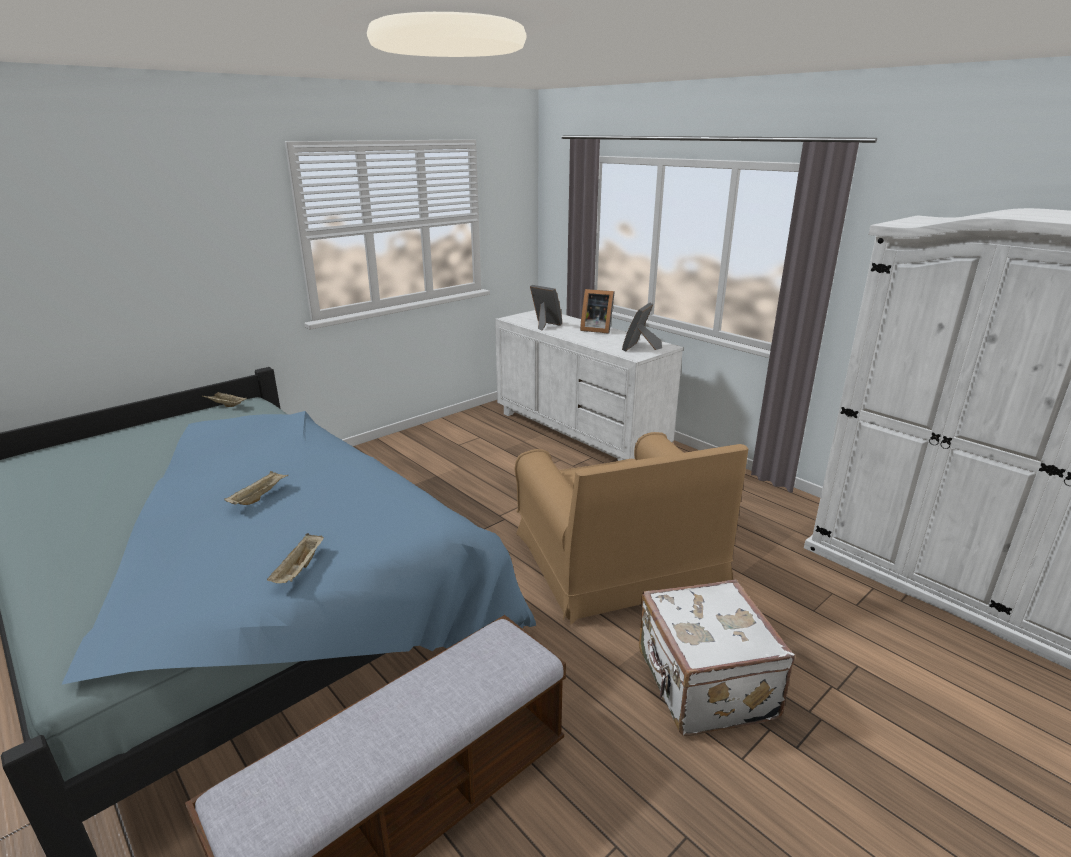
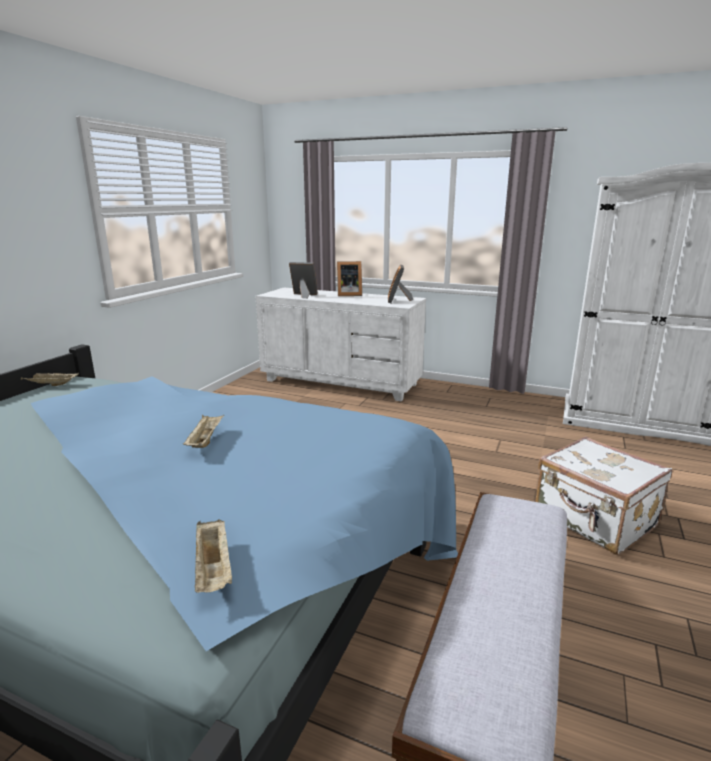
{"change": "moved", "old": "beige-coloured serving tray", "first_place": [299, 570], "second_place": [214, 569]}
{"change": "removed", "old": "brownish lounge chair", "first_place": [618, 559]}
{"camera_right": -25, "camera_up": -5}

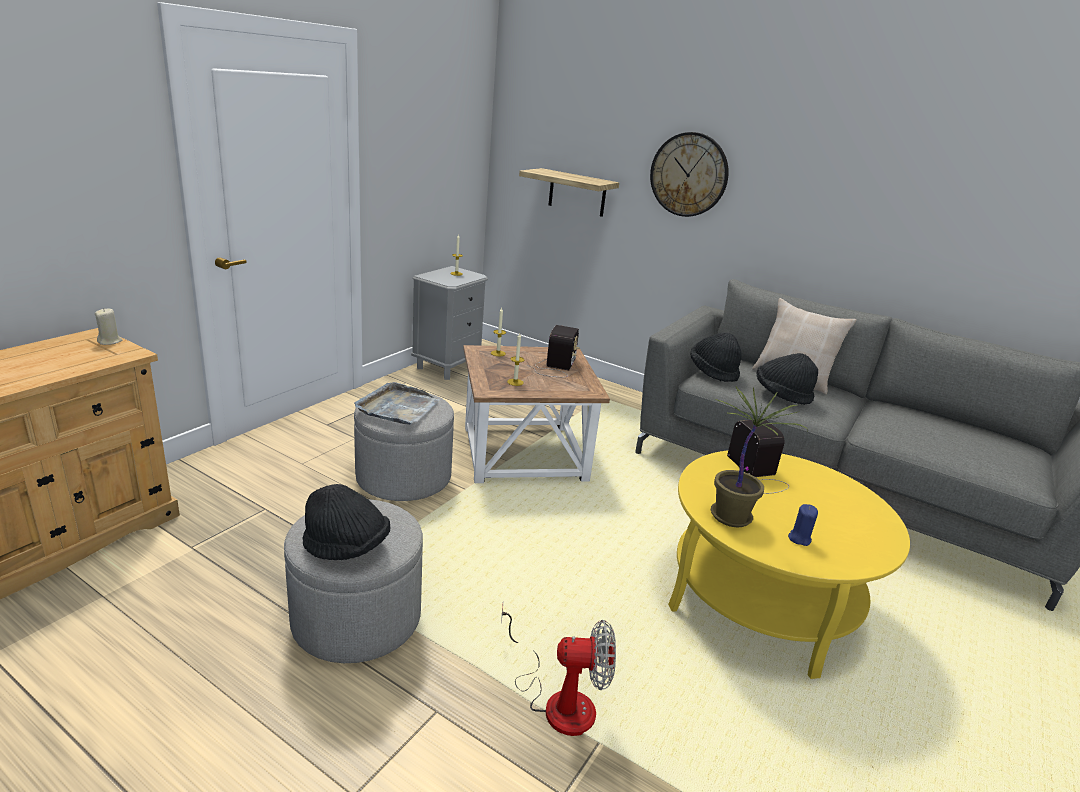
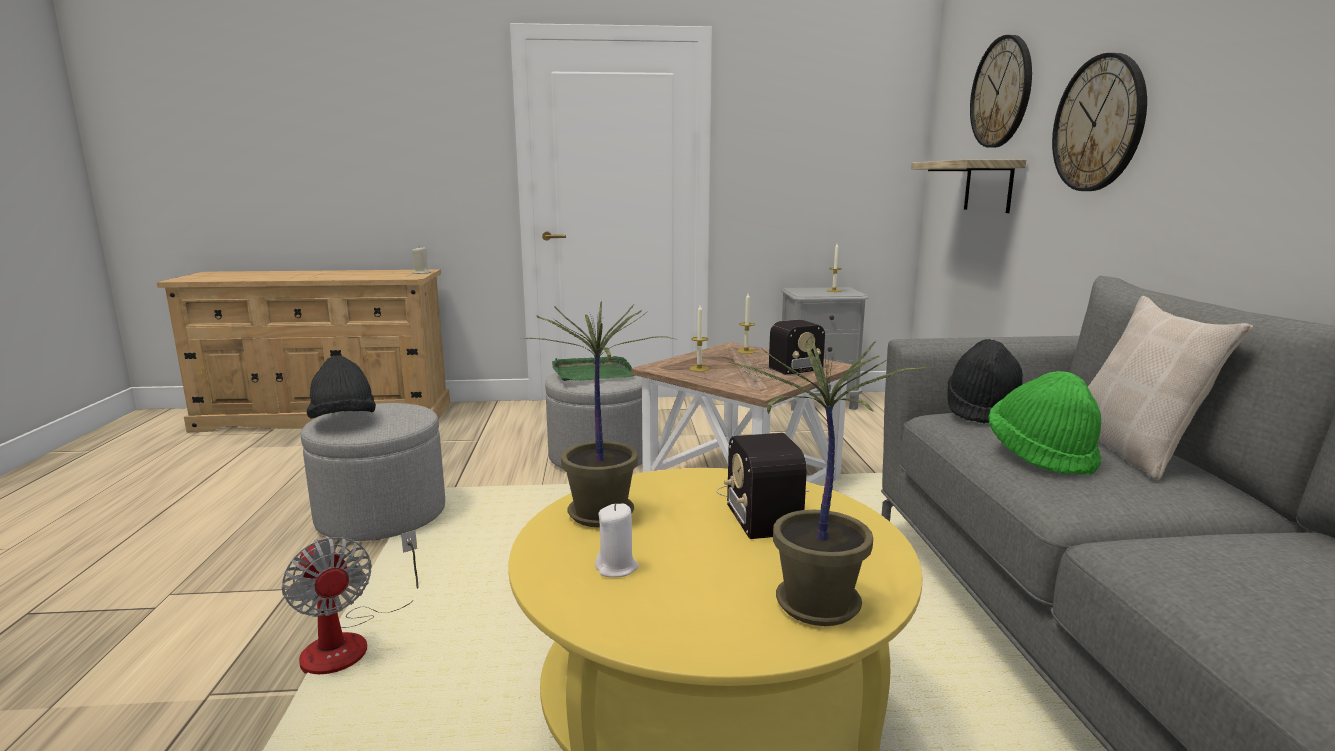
{"change": "recoloured", "old": "gray serving tray", "new": "green serving tray", "first_place": [398, 407], "second_place": [591, 373]}
{"change": "recoloured", "old": "bluish wax candle", "new": "white wax candle", "first_place": [799, 538], "second_place": [617, 568]}
{"change": "turned", "old": "radio set", "first_place": [757, 474], "second_place": [760, 506], "degrees": 135}
{"change": "added", "new": "houseplant", "second_place": [817, 607]}
{"change": "added", "new": "hanging clock", "second_place": [1001, 92]}
{"change": "recoloured", "old": "blackish hat", "new": "green hat", "first_place": [781, 395], "second_place": [1041, 455]}
{"camera_right": 55, "camera_up": -10}

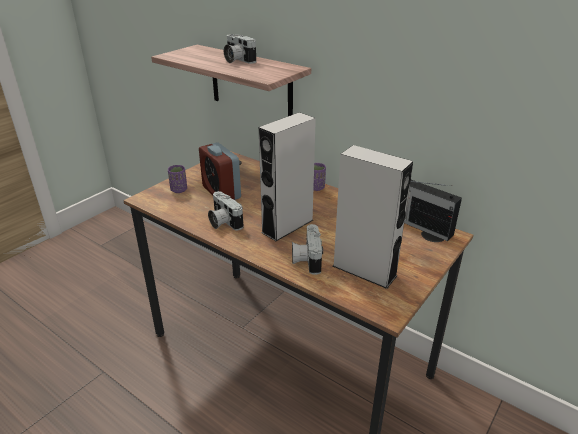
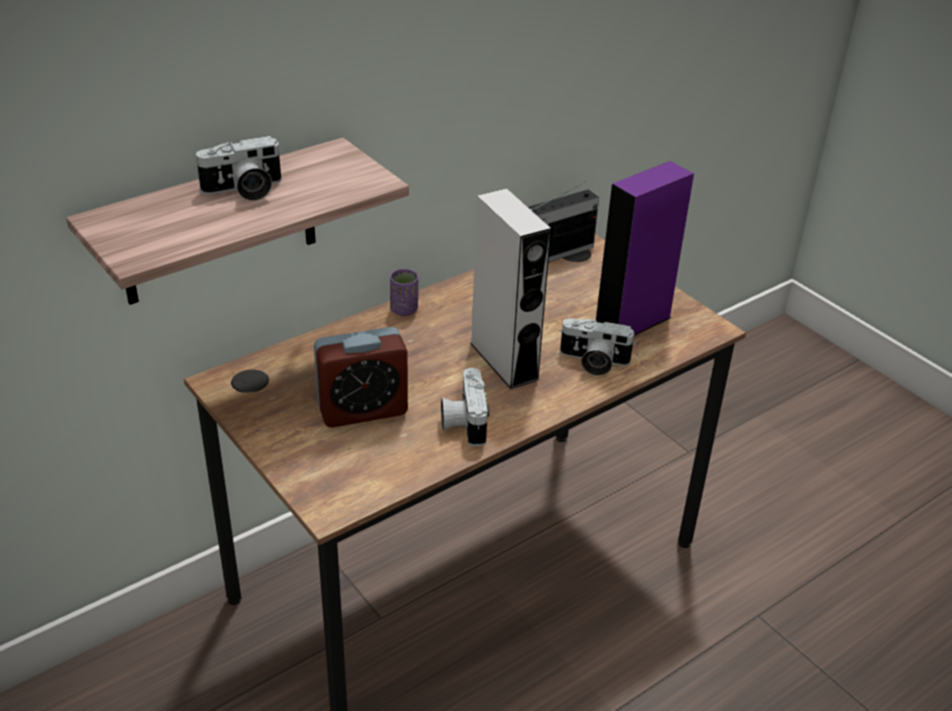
{"change": "turned", "old": "photo camera", "first_place": [223, 222], "second_place": [463, 422], "degrees": 105}
{"change": "recoloured", "old": "gray audio speaker", "new": "purple-coloured audio speaker", "first_place": [364, 270], "second_place": [632, 323]}
{"change": "removed", "old": "purple-coloured small cup", "first_place": [179, 190]}
{"camera_right": -75, "camera_up": 5}

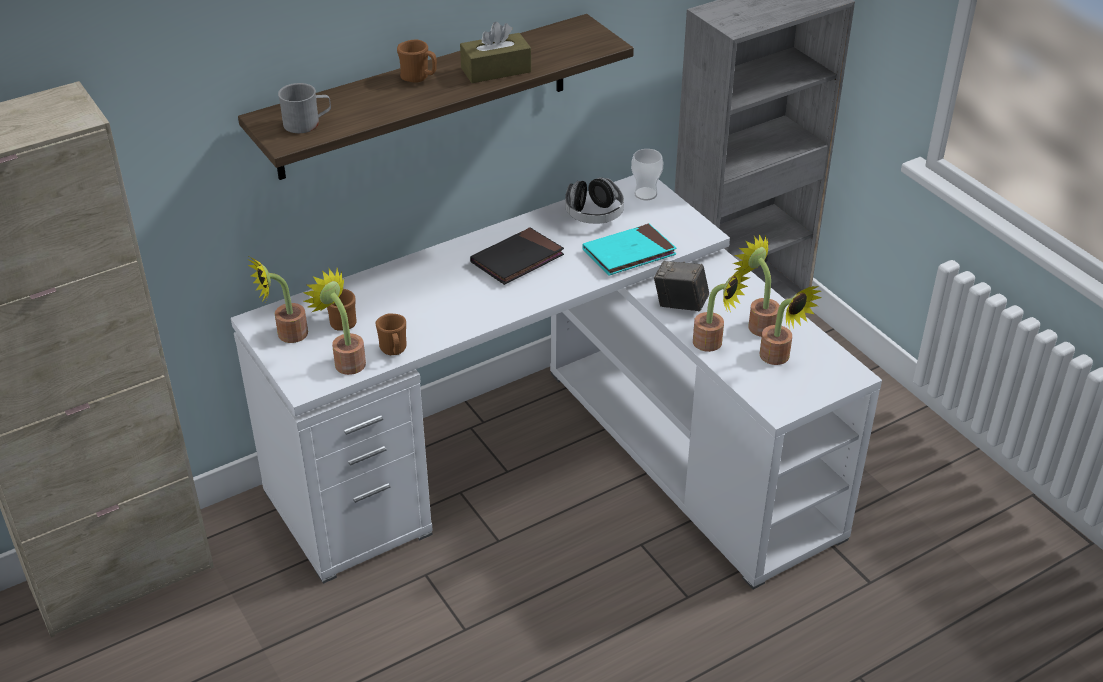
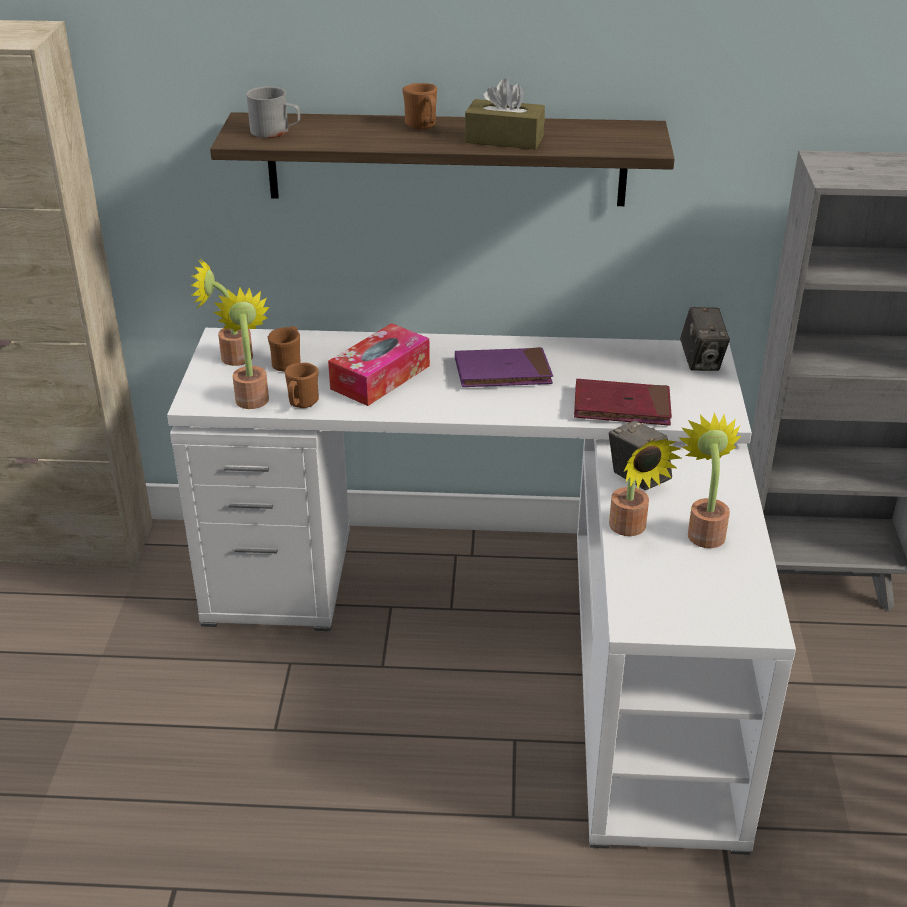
{"change": "added", "new": "tissue holder", "second_place": [380, 377]}
{"change": "recoloured", "old": "blackish book", "new": "purple-coloured book", "first_place": [517, 260], "second_place": [503, 372]}
{"change": "recoloured", "old": "turquoise book", "new": "reddish book", "first_place": [629, 253], "second_place": [621, 407]}
{"change": "replaced", "old": "small cup", "new": "photo camera", "first_place": [645, 194], "second_place": [701, 361]}
{"change": "removed", "old": "pair of headphones", "first_place": [594, 215]}
{"change": "removed", "old": "houseplant", "first_place": [779, 358]}
{"camera_right": 35, "camera_up": -5}

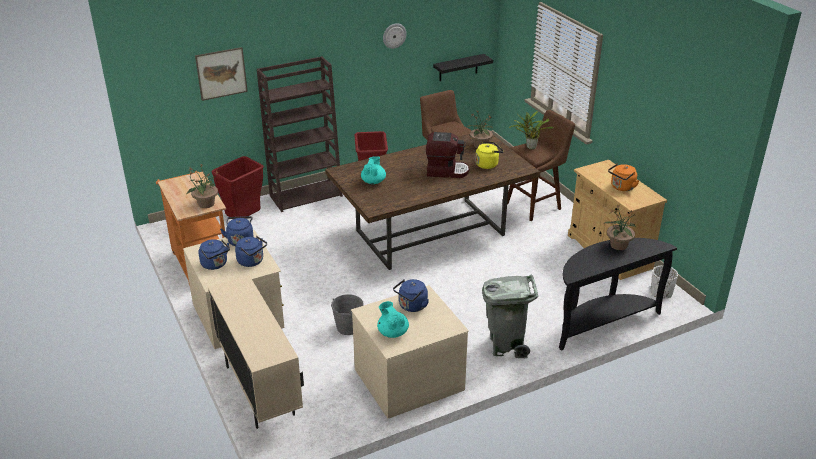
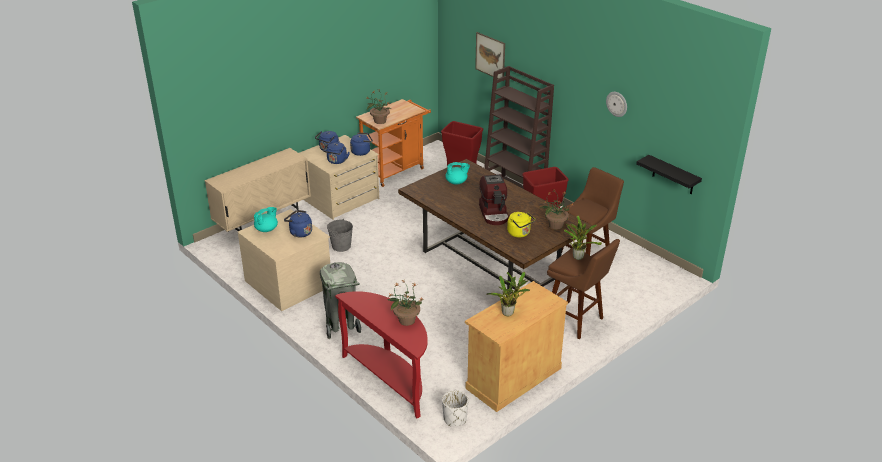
{"change": "recoloured", "old": "blackish hall table", "new": "reddish hall table", "first_place": [601, 322], "second_place": [391, 379]}
{"change": "replaced", "old": "orangey water kettle", "new": "houseplant", "first_place": [621, 187], "second_place": [509, 313]}
{"camera_right": 75, "camera_up": 0}

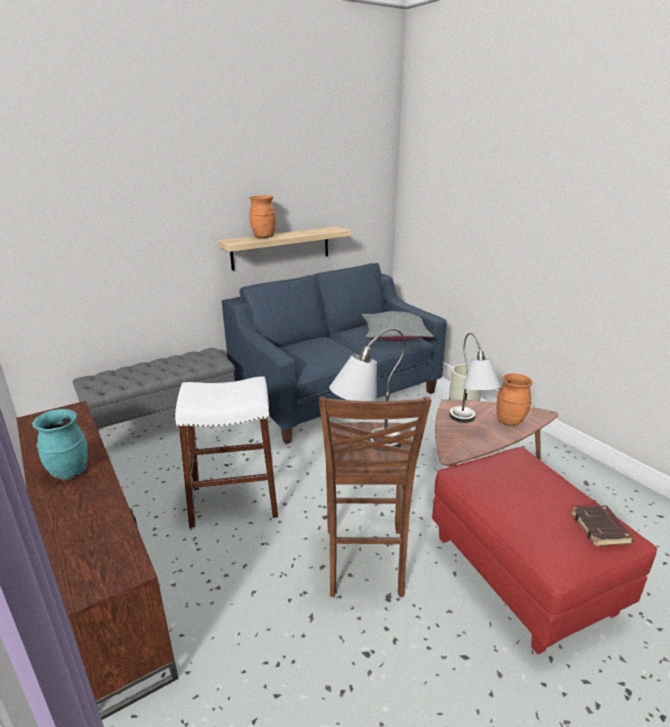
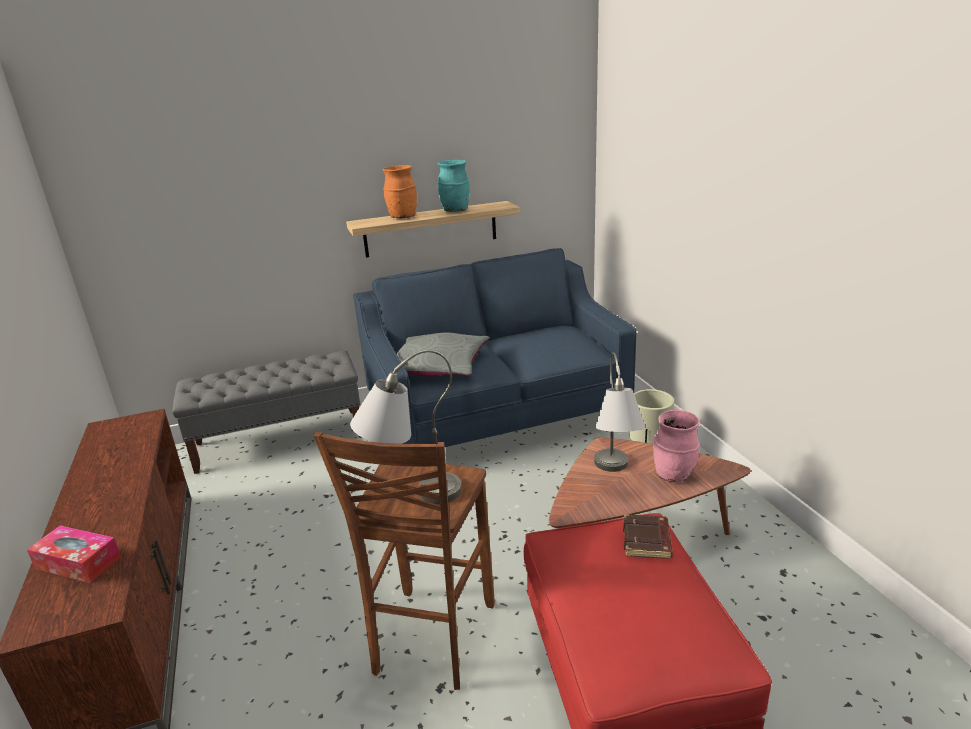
{"change": "added", "new": "tissue holder", "second_place": [78, 562]}
{"change": "moved", "old": "gray pillow", "first_place": [394, 334], "second_place": [438, 365]}
{"change": "moved", "old": "turquoise flower vase", "first_place": [70, 472], "second_place": [455, 210]}
{"change": "moved", "old": "brownish book", "first_place": [601, 529], "second_place": [647, 541]}
{"change": "recoloured", "old": "orangey flower vase", "new": "pinkish flower vase", "first_place": [509, 421], "second_place": [673, 475]}
{"change": "removed", "old": "white stool seat", "first_place": [234, 501]}
{"camera_right": 15, "camera_up": 0}

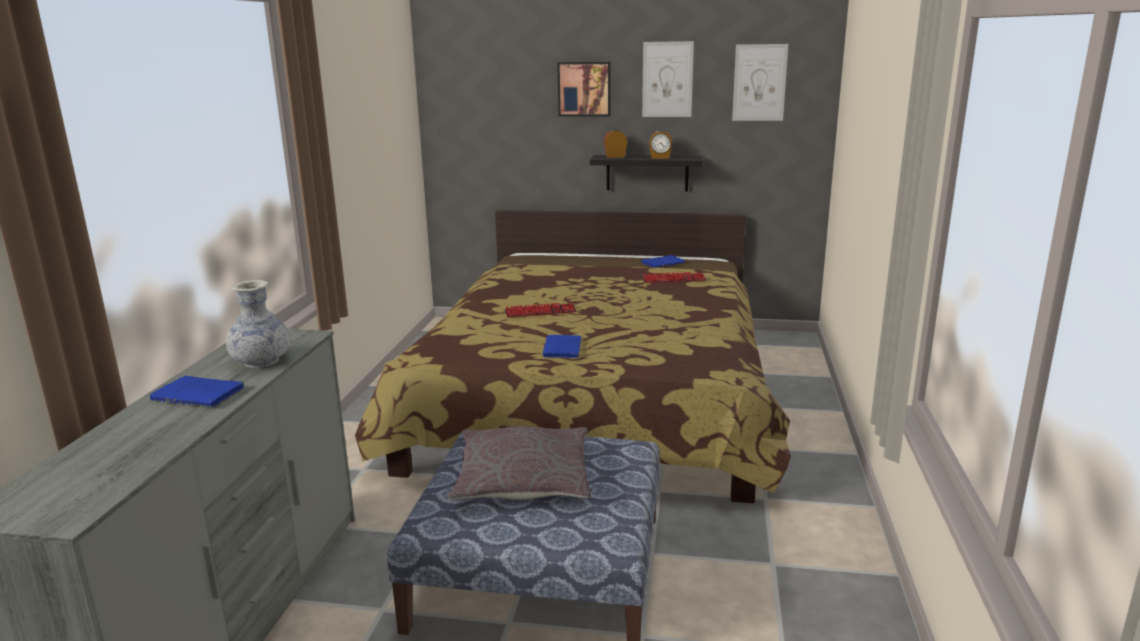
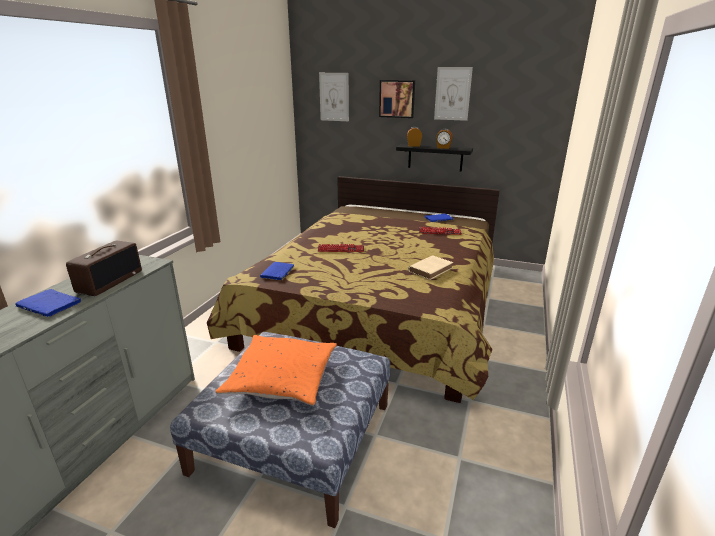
{"change": "replaced", "old": "flower vase", "new": "radio set", "first_place": [261, 362], "second_place": [110, 281]}
{"change": "recoloured", "old": "gray pillow", "new": "orangey pillow", "first_place": [523, 479], "second_place": [281, 378]}
{"change": "moved", "old": "bluish book", "first_place": [562, 349], "second_place": [277, 273]}
{"change": "moved", "old": "wall picture", "first_place": [759, 82], "second_place": [334, 97]}
{"change": "added", "new": "beige-coloured book", "second_place": [431, 269]}
{"camera_right": 10, "camera_up": 5}

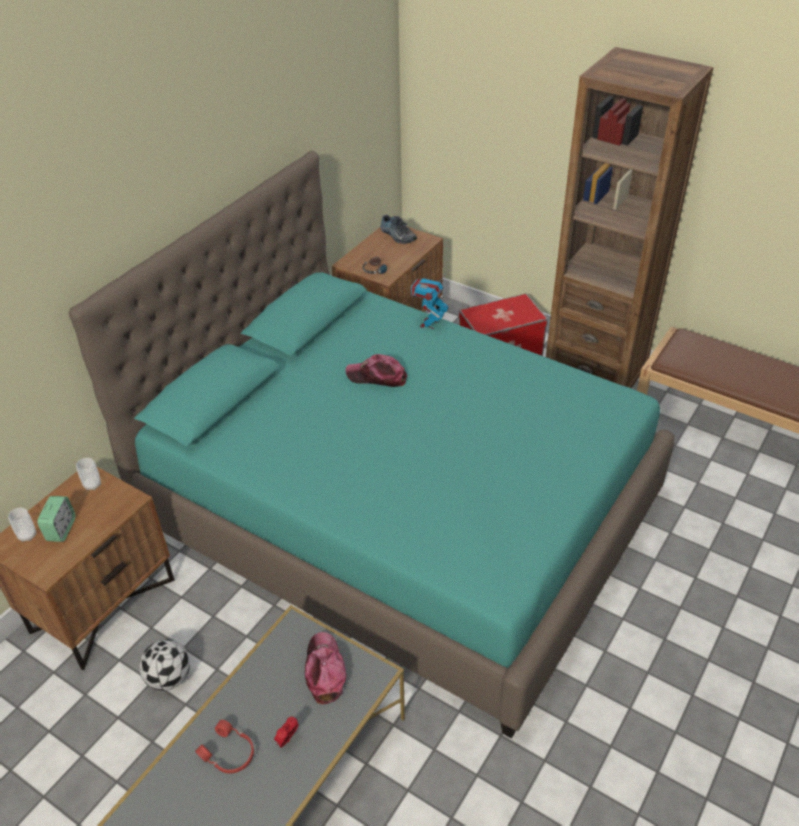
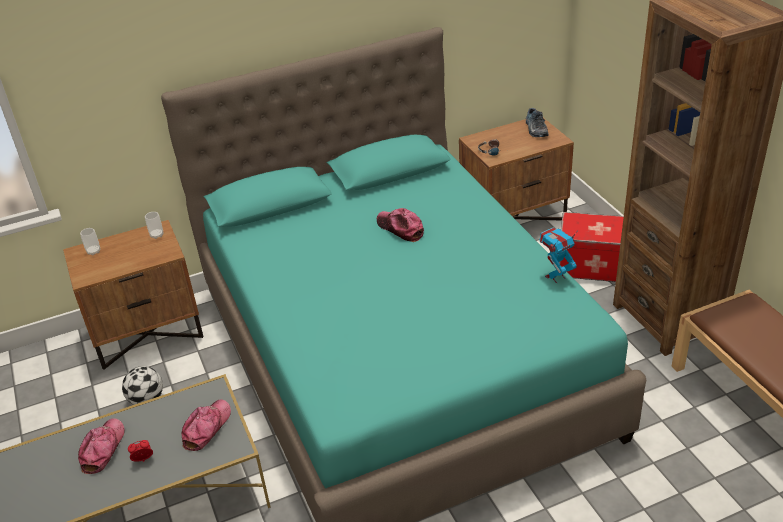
{"change": "replaced", "old": "reddish pair of headphones", "new": "cap", "first_place": [228, 754], "second_place": [103, 449]}
{"change": "moved", "old": "toy robot", "first_place": [429, 324], "second_place": [556, 277]}
{"change": "removed", "old": "table clock", "first_place": [61, 529]}
{"camera_right": 35, "camera_up": -5}

